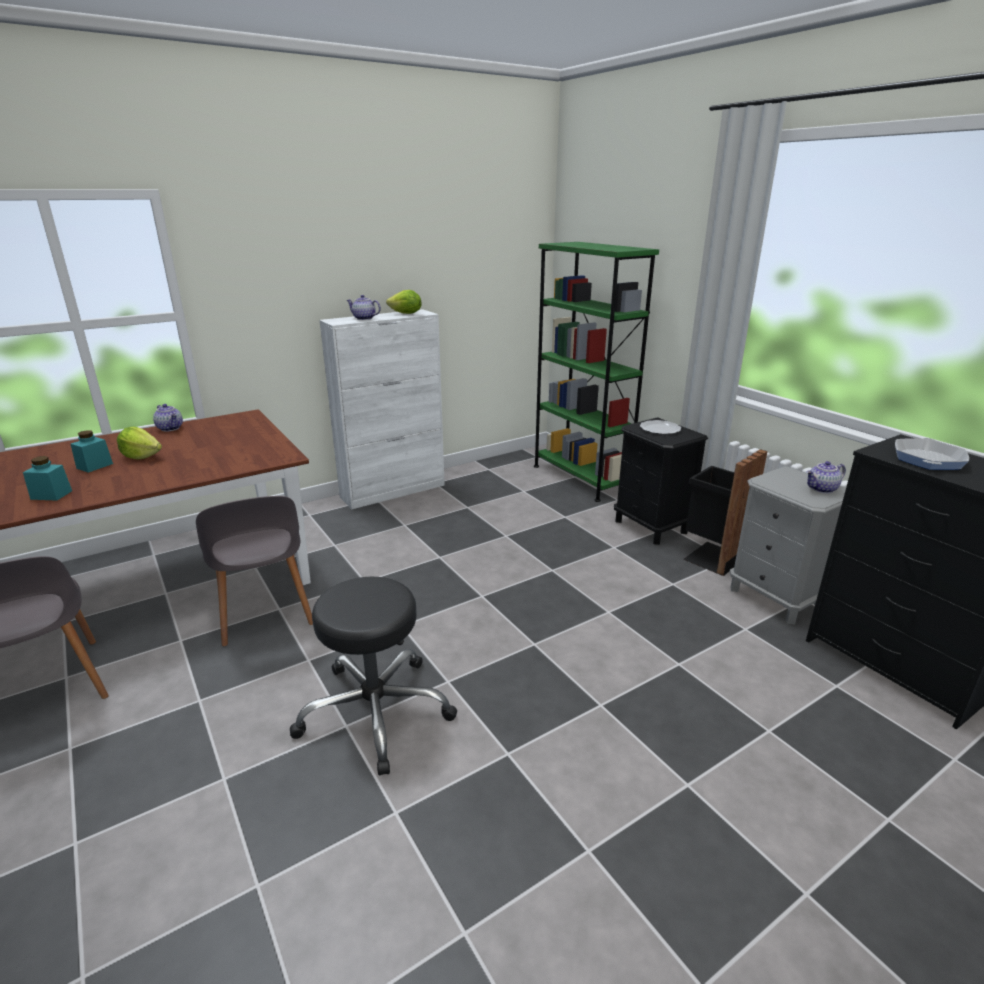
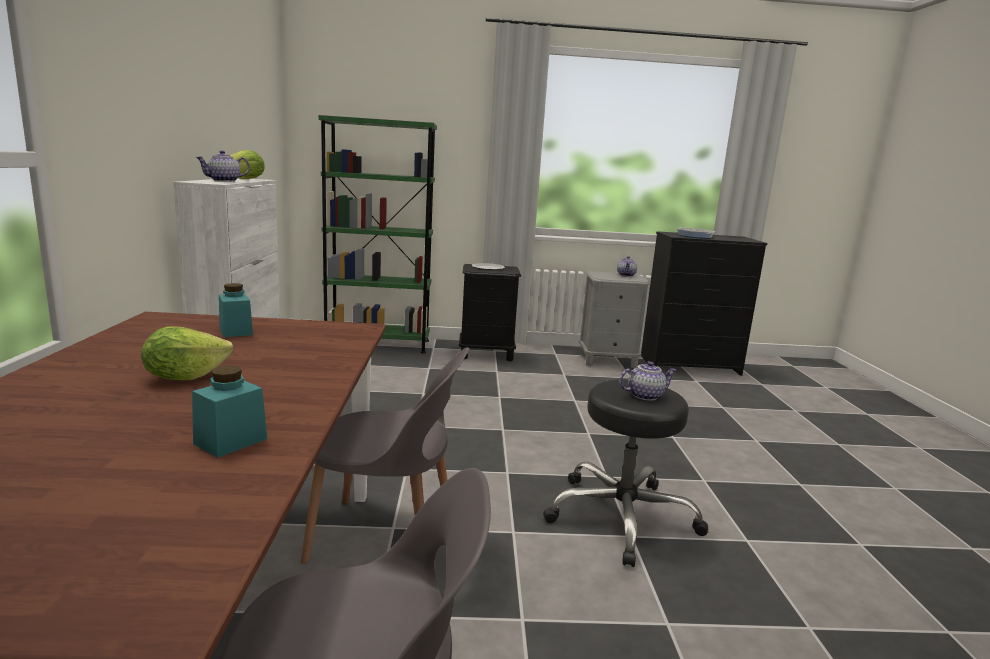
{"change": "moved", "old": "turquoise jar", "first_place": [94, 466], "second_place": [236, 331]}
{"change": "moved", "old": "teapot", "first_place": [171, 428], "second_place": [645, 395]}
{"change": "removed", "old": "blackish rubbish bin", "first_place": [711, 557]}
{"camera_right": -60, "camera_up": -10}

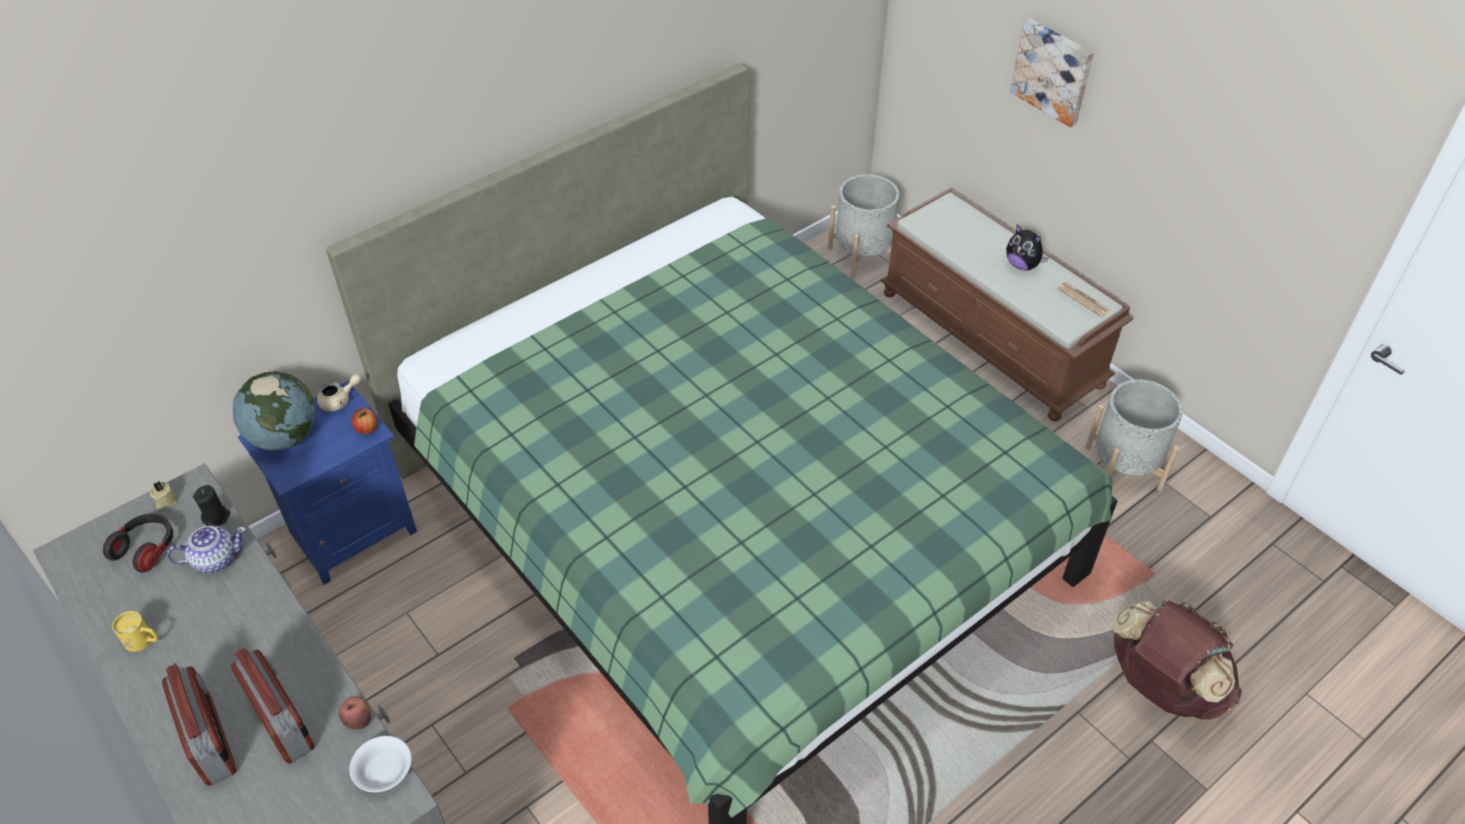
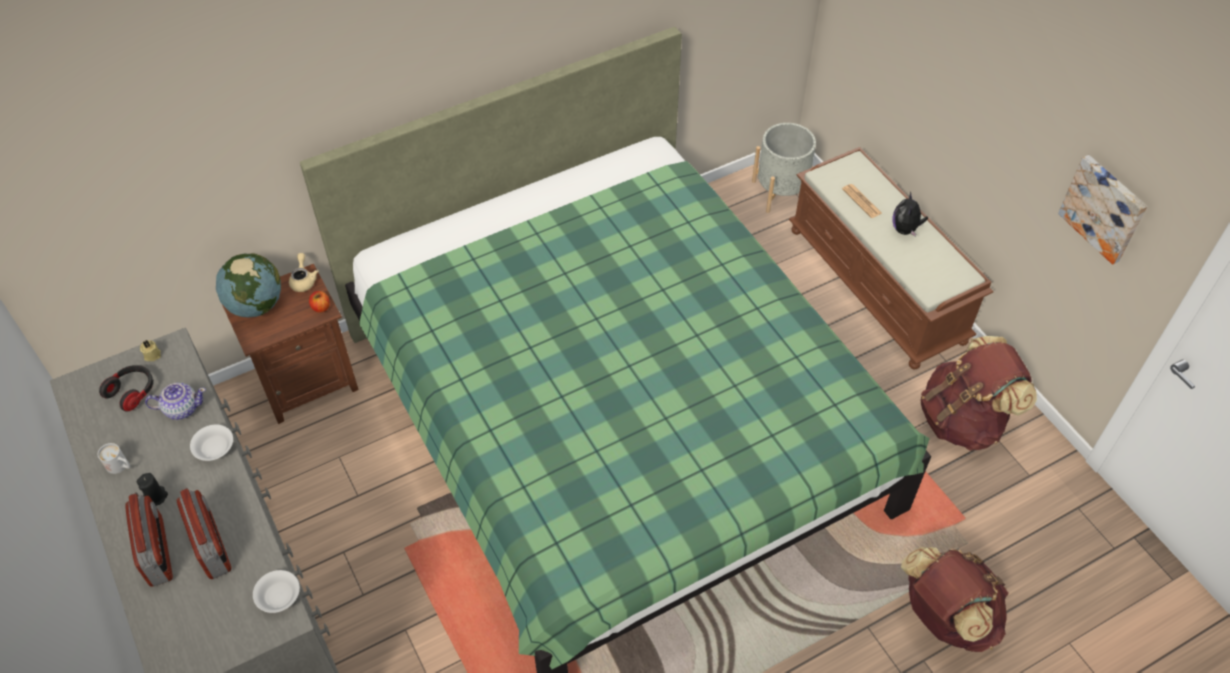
{"change": "recoloured", "old": "yellowish mug", "new": "white mug", "first_place": [144, 641], "second_place": [120, 466]}
{"change": "moved", "old": "blackish wax candle", "first_place": [216, 517], "second_place": [156, 497]}
{"change": "added", "new": "white deep dish", "second_place": [215, 448]}
{"change": "recoloured", "old": "bluish night table", "new": "brownish night table", "first_place": [351, 531], "second_place": [306, 382]}
{"change": "turned", "old": "beige-coloured teapot", "first_place": [339, 401], "second_place": [304, 280], "degrees": -75}
{"change": "moved", "old": "printed paper", "first_place": [1083, 299], "second_place": [861, 201]}
{"change": "turned", "old": "soft toy", "first_place": [1022, 265], "second_place": [905, 229], "degrees": 45}
{"change": "replaced", "old": "gray flower pot", "new": "brownish backpack", "first_place": [1123, 467], "second_place": [963, 420]}
{"change": "moved", "old": "wall picture", "first_place": [1053, 71], "second_place": [1104, 208]}
{"change": "removed", "old": "apple fruit", "first_place": [359, 721]}
{"camera_right": 10, "camera_up": 5}

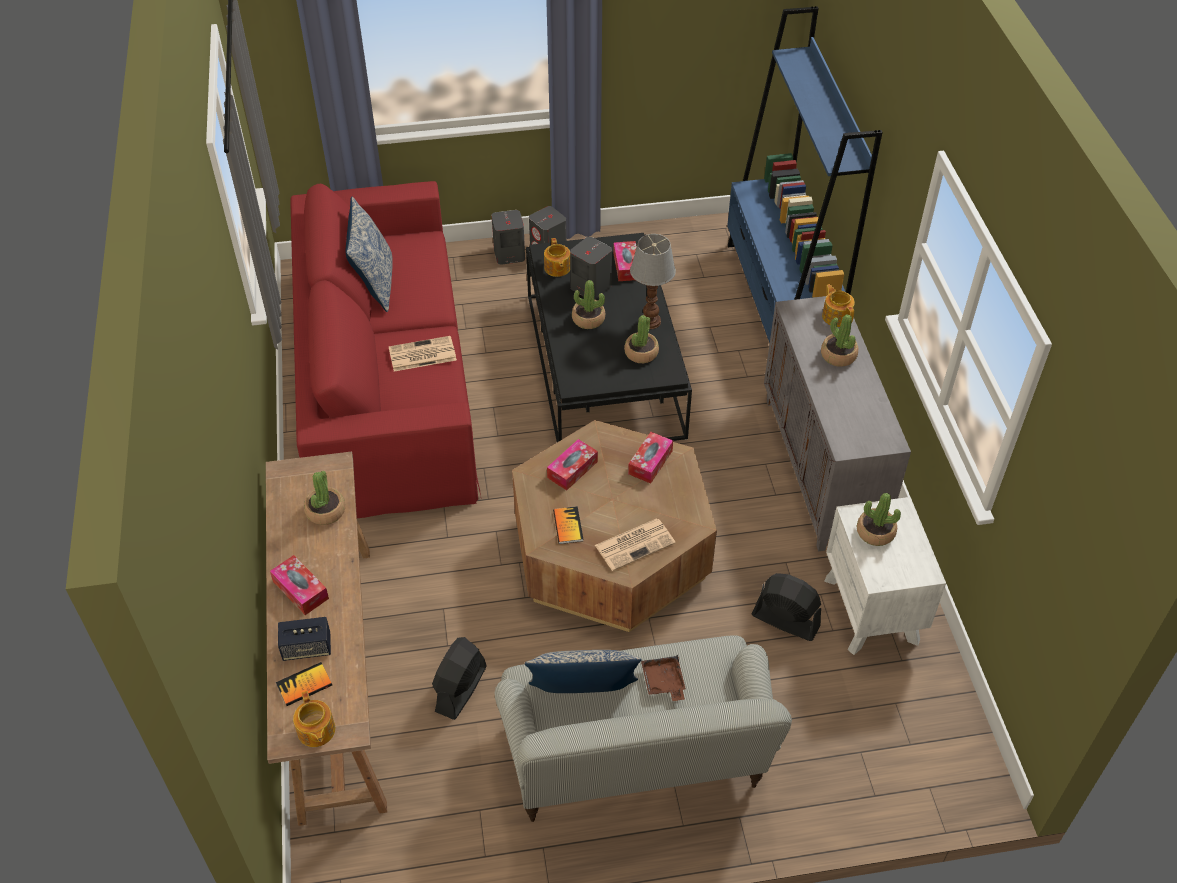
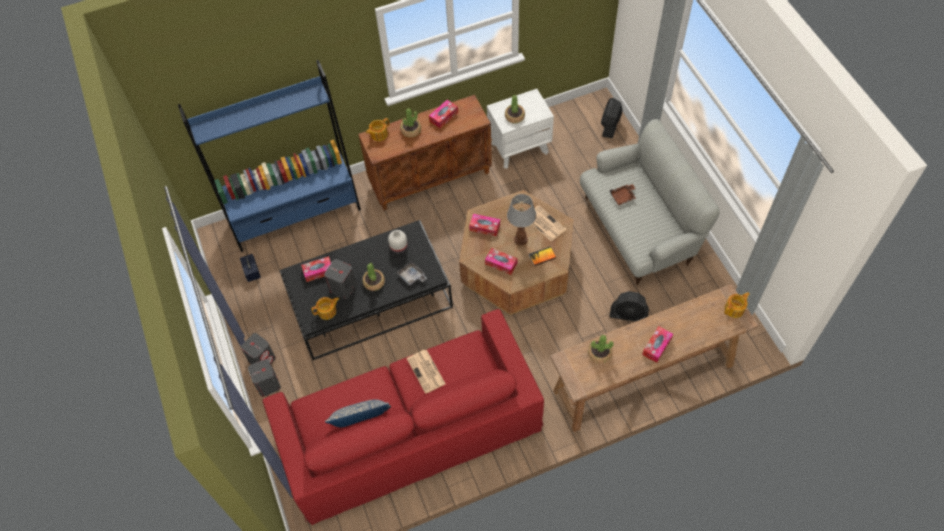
{"change": "moved", "old": "audio speaker", "first_place": [307, 648], "second_place": [252, 272]}
{"change": "recoloured", "old": "gray cupboard", "new": "brownish cupboard", "first_place": [821, 469], "second_place": [431, 178]}
{"change": "replaced", "old": "houseplant", "new": "white flower vase", "first_place": [641, 353], "second_place": [398, 248]}
{"change": "added", "new": "gray serving tray", "second_place": [412, 276]}
{"change": "added", "new": "tissue holder", "second_place": [443, 117]}
{"change": "moved", "old": "tabletop lamp", "first_place": [650, 322], "second_place": [521, 239]}
{"change": "moved", "old": "blackish cooling fan", "first_place": [785, 620], "second_place": [610, 125]}
{"change": "removed", "old": "book", "first_place": [304, 685]}
{"change": "removed", "old": "pillow", "first_place": [583, 698]}
{"camera_right": -100, "camera_up": 10}

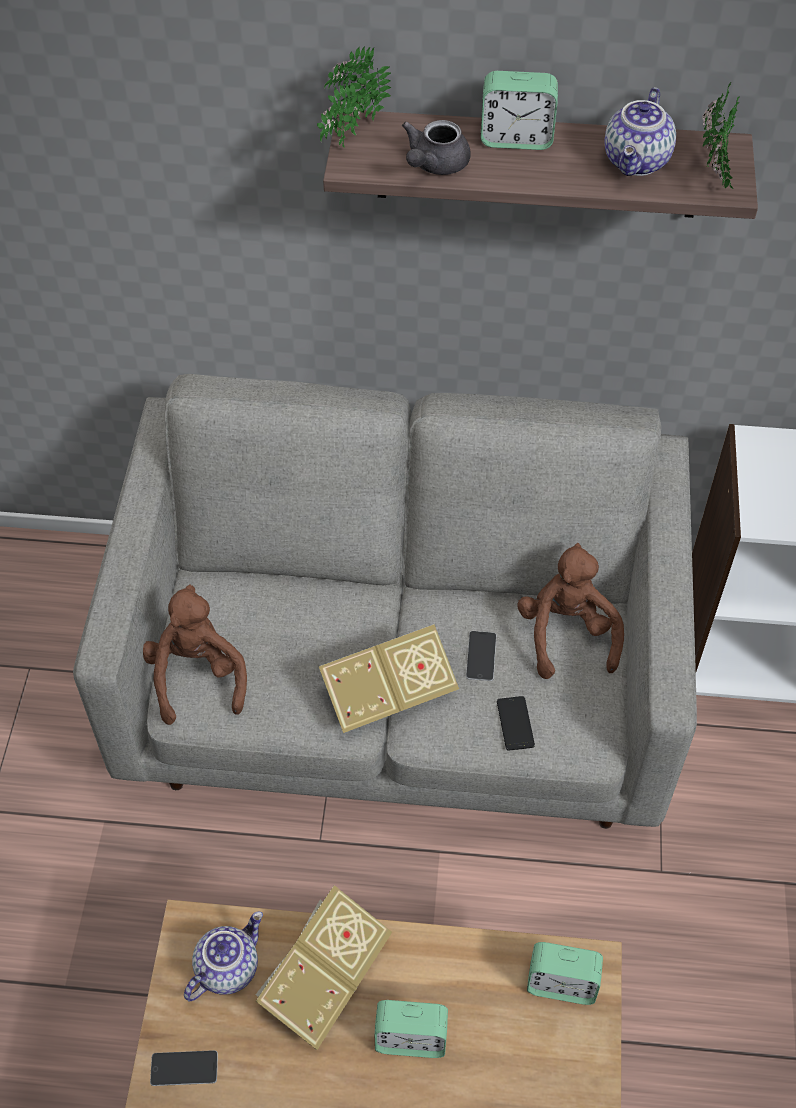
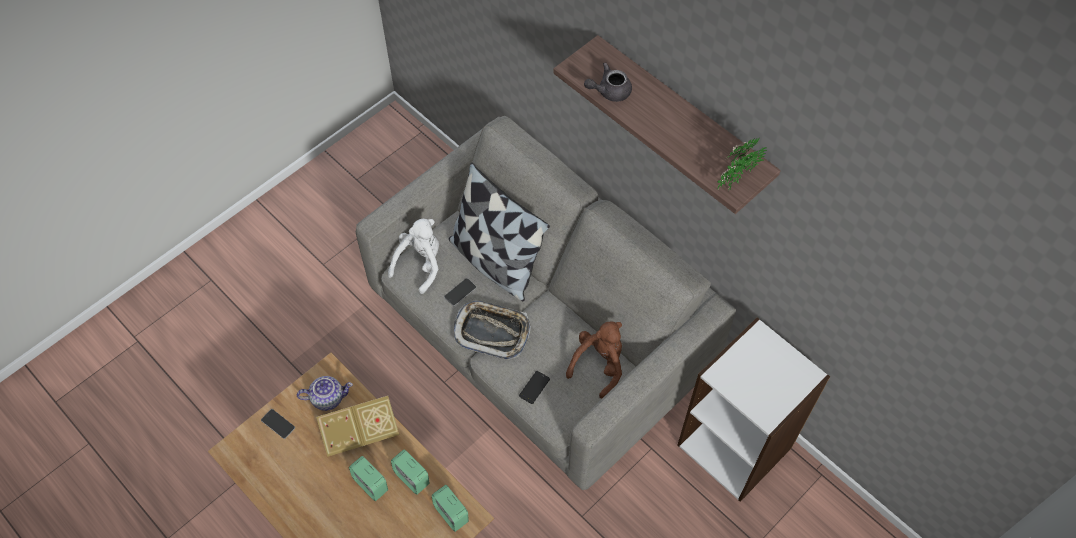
{"change": "recoloured", "old": "brownish soft toy", "new": "white soft toy", "first_place": [197, 676], "second_place": [420, 264]}
{"change": "moved", "old": "table clock", "first_place": [516, 138], "second_place": [412, 478]}
{"change": "moved", "old": "handset", "first_place": [481, 656], "second_place": [460, 292]}
{"change": "added", "new": "pillow", "second_place": [495, 261]}
{"change": "replaced", "old": "book", "new": "serving tray", "first_place": [387, 693], "second_place": [492, 332]}
{"change": "removed", "old": "houseplant", "first_place": [350, 134]}
{"change": "removed", "old": "teapot", "first_place": [638, 162]}
{"camera_right": 40, "camera_up": 5}

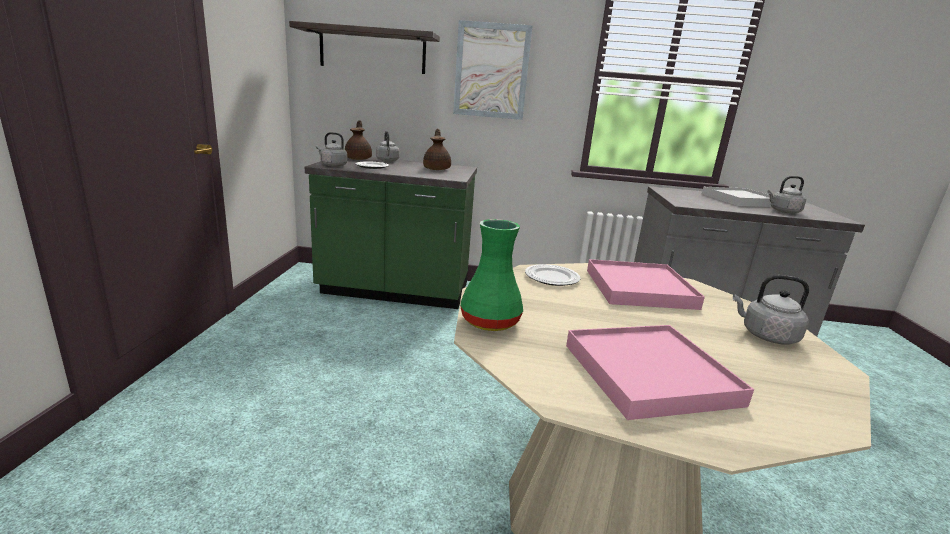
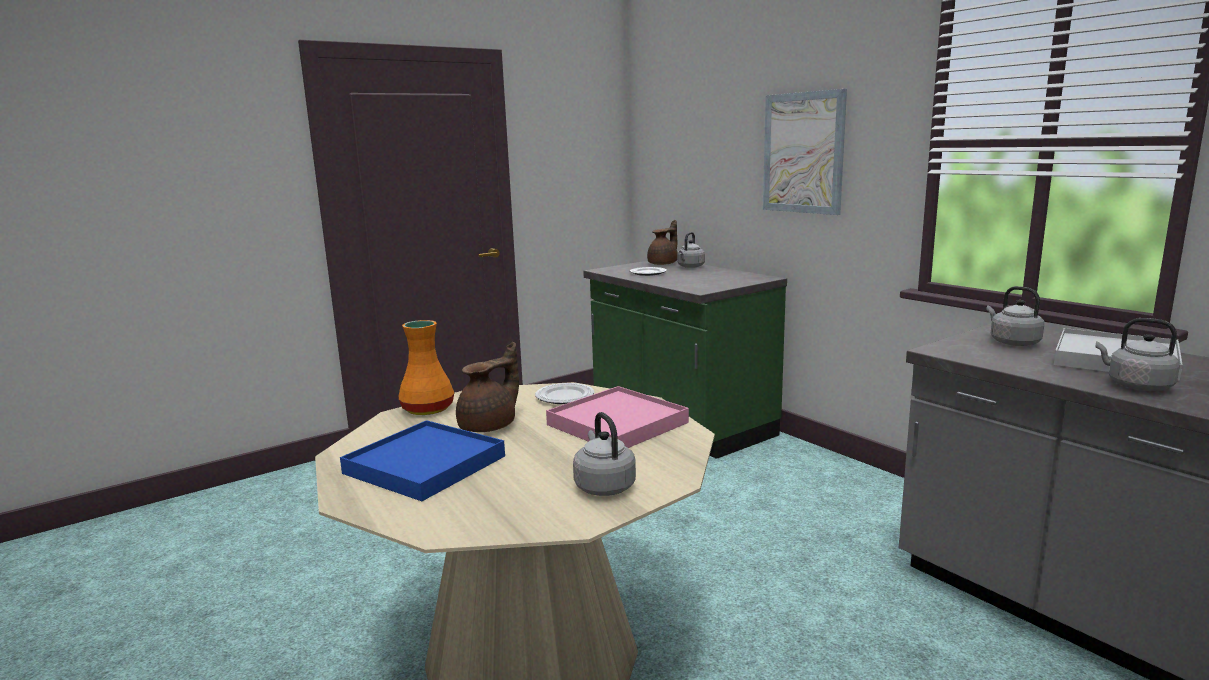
{"change": "recoloured", "old": "pinkish serving tray", "new": "bluish serving tray", "first_place": [649, 374], "second_place": [425, 465]}
{"change": "recoloured", "old": "green flower vase", "new": "orangey flower vase", "first_place": [488, 321], "second_place": [427, 409]}
{"change": "moved", "old": "brownish teapot", "first_place": [437, 169], "second_place": [490, 426]}
{"change": "moved", "old": "gray water kettle", "first_place": [332, 165], "second_place": [1012, 342]}
{"change": "removed", "old": "bracket shelf", "first_place": [372, 50]}
{"camera_right": 50, "camera_up": -5}

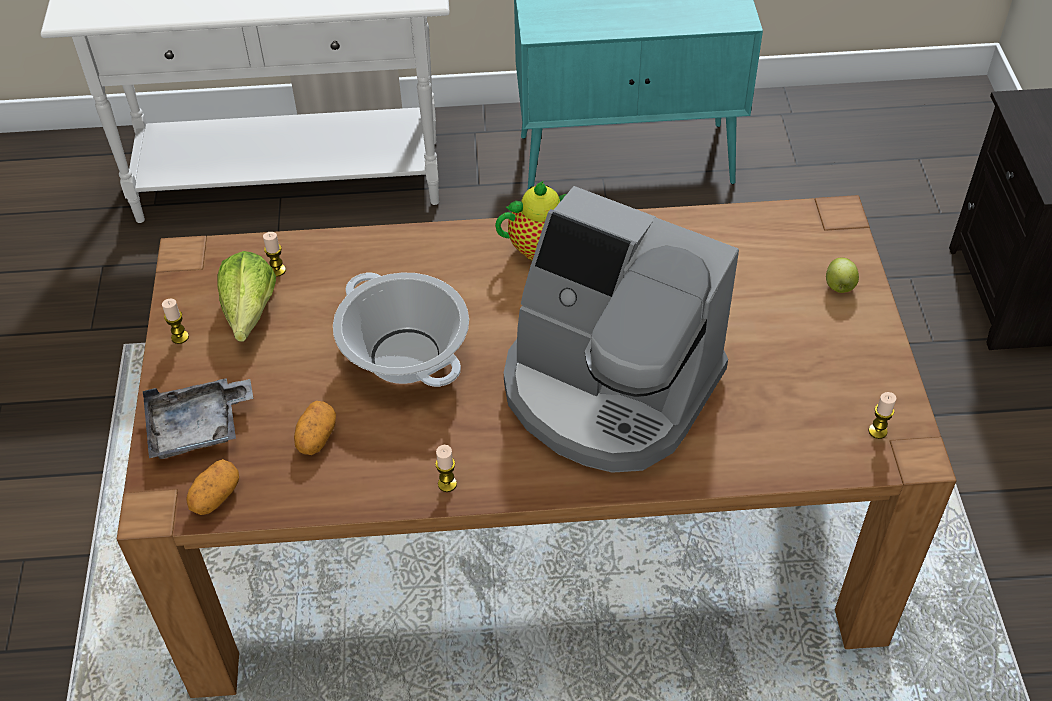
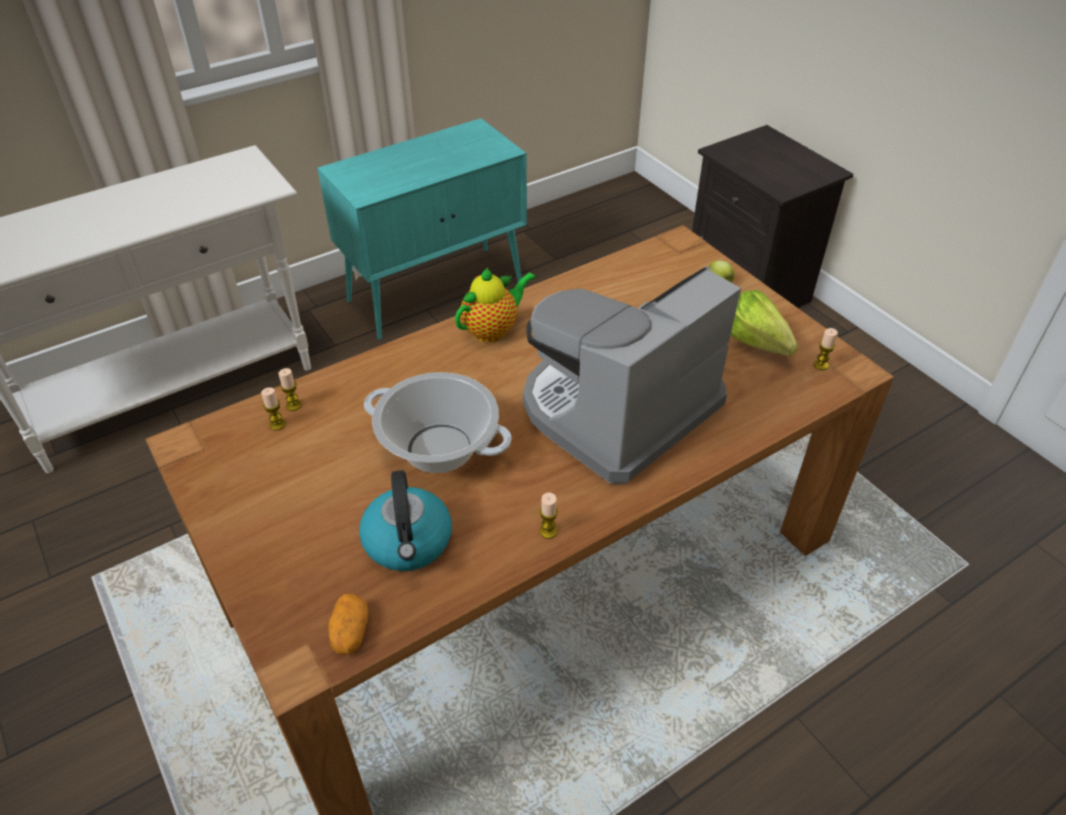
{"change": "moved", "old": "wax candle", "first_place": [180, 337], "second_place": [293, 405]}
{"change": "replaced", "old": "potato", "new": "water kettle", "first_place": [316, 437], "second_place": [408, 542]}
{"change": "turned", "old": "coffee maker", "first_place": [608, 389], "second_place": [617, 410], "degrees": 135}
{"change": "moved", "old": "lettuce head", "first_place": [247, 320], "second_place": [760, 347]}
{"change": "removed", "old": "gray serving tray", "first_place": [198, 428]}
{"camera_right": -30, "camera_up": -5}

